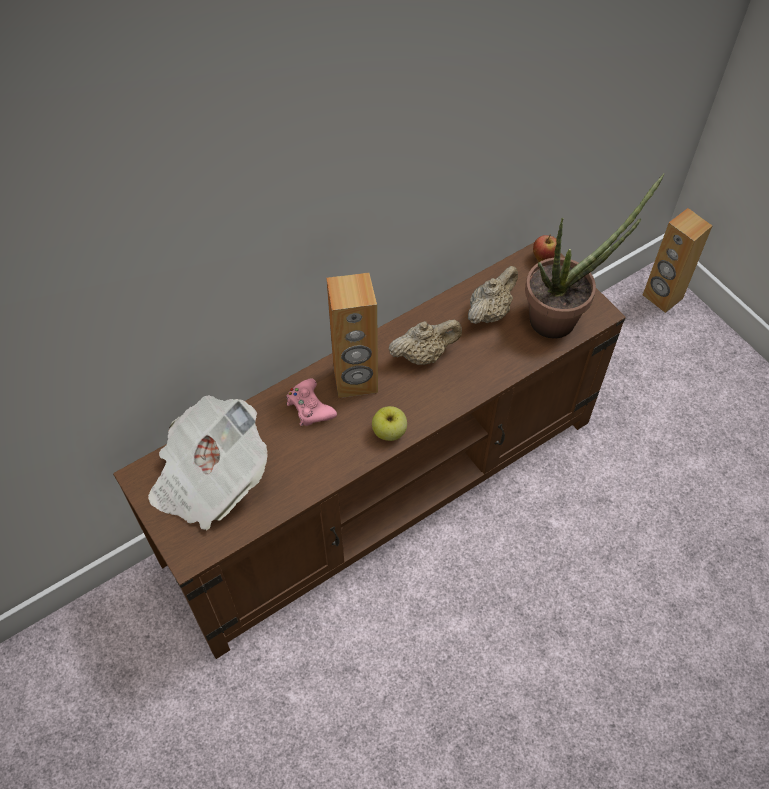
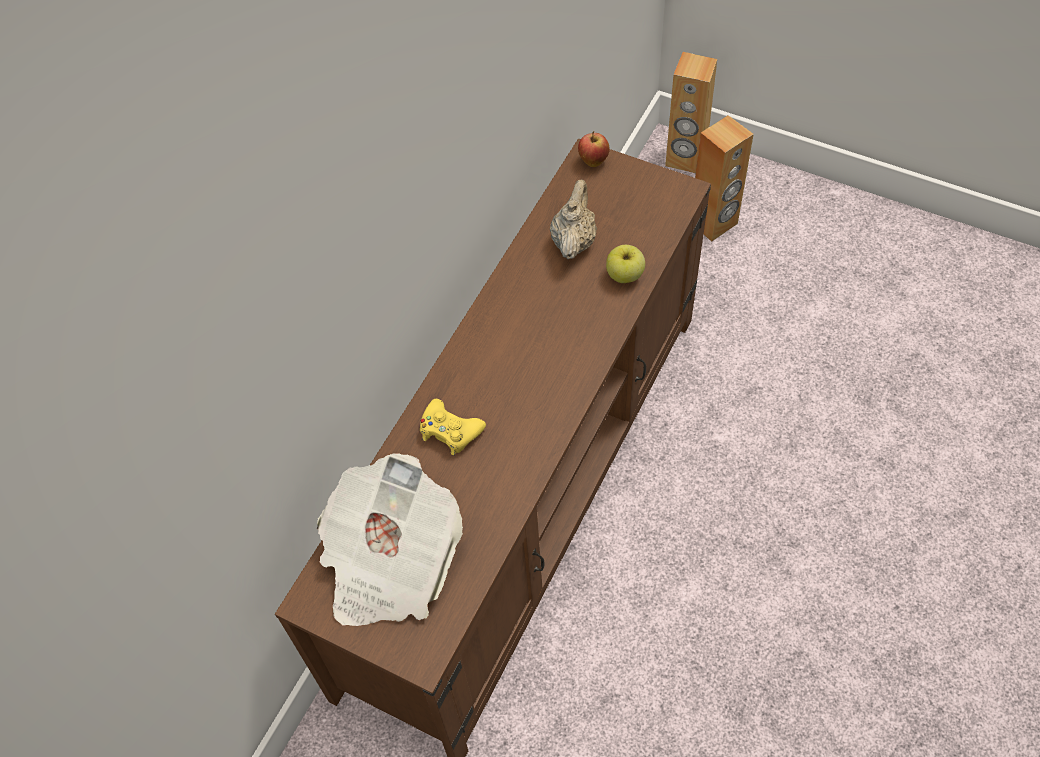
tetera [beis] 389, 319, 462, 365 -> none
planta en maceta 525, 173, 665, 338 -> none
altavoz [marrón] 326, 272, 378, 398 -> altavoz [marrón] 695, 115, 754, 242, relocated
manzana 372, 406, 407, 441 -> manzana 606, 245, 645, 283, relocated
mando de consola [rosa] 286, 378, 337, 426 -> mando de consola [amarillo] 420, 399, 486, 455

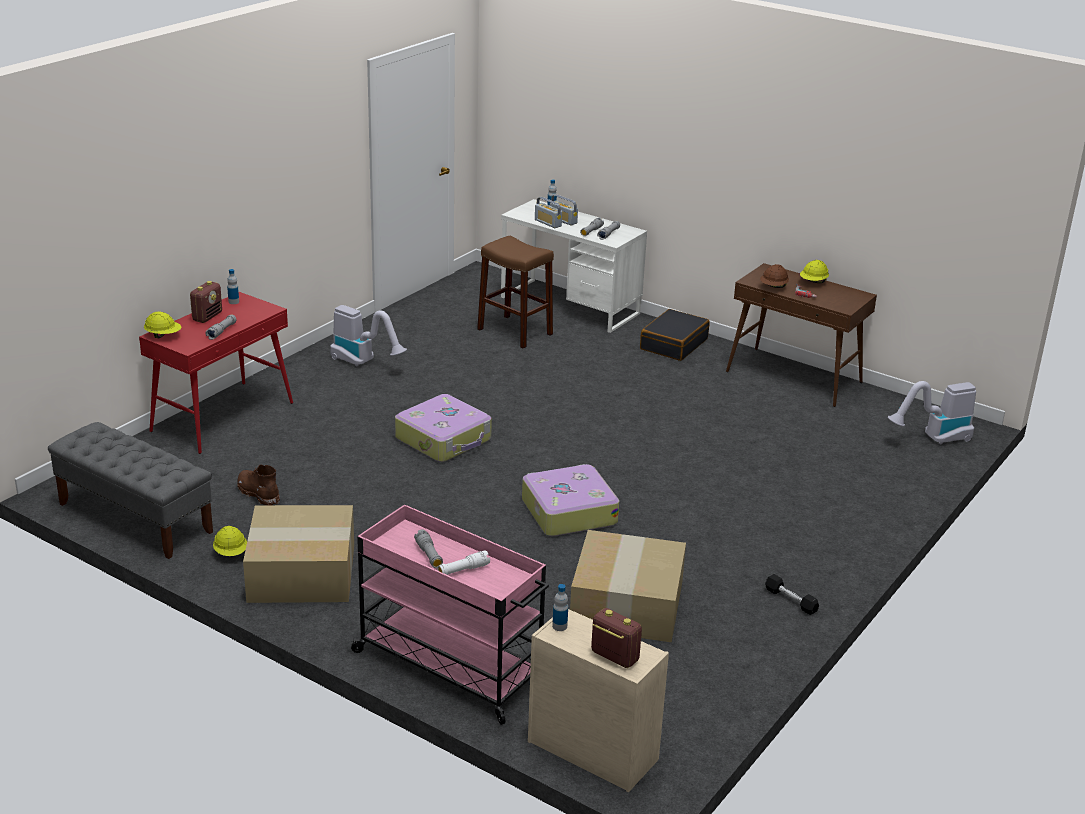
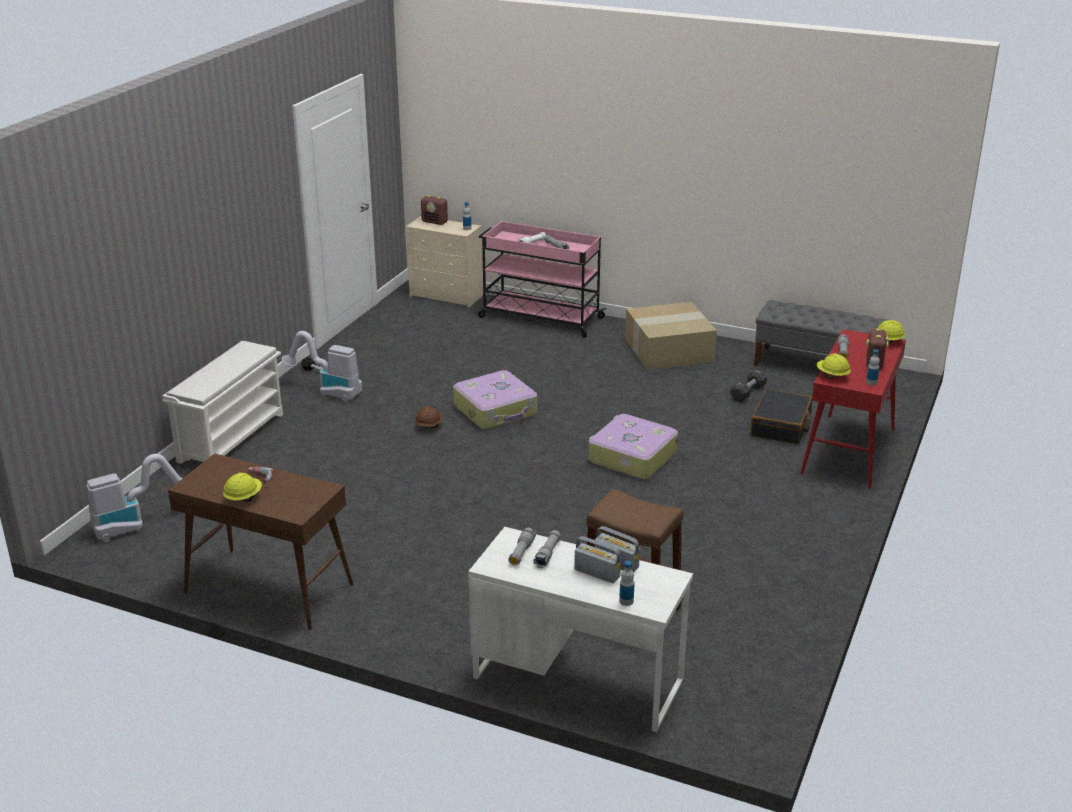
caja de cartón 570, 530, 686, 642 -> none
none -> zapatero [blanco] 162, 341, 283, 464
casco [amarillo] 213, 526, 247, 556 -> casco [amarillo] 817, 354, 851, 379, relocated
aspiradora 330, 305, 407, 367 -> aspiradora 282, 331, 362, 402, relocated
maleta [negro] 640, 309, 710, 361 -> maleta [negro] 750, 389, 812, 444, relocated
casco [marrón] 760, 264, 789, 288 -> casco [marrón] 415, 406, 443, 428, relocated
bota [marrón] 237, 465, 280, 505 -> mancuerna [negro] 730, 369, 767, 402

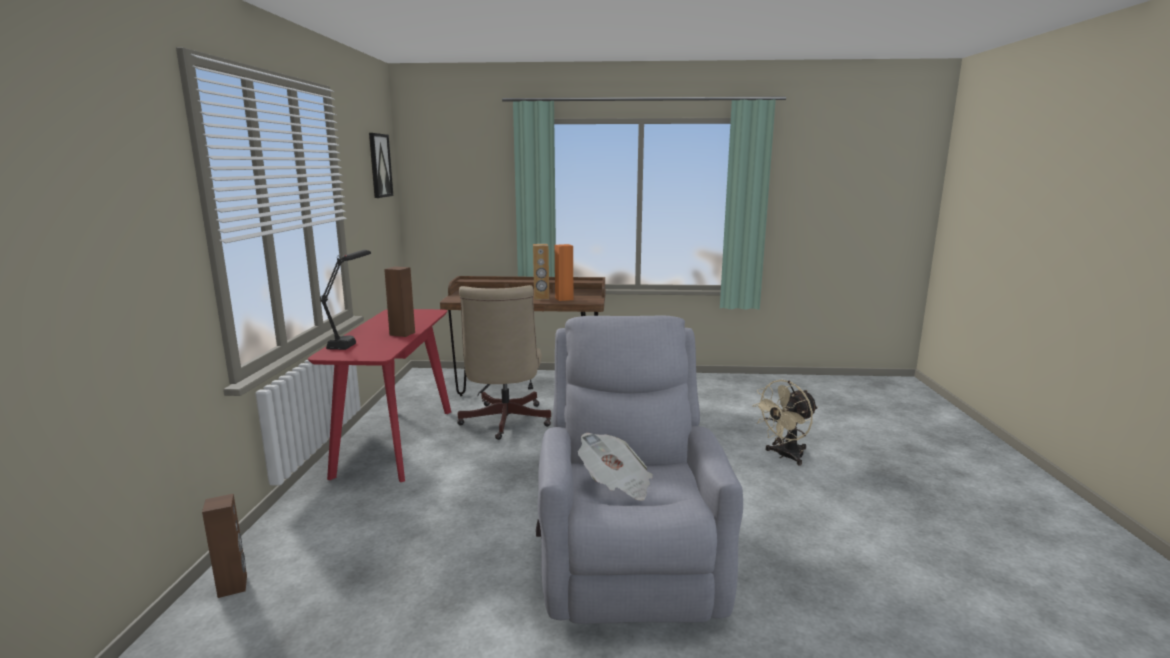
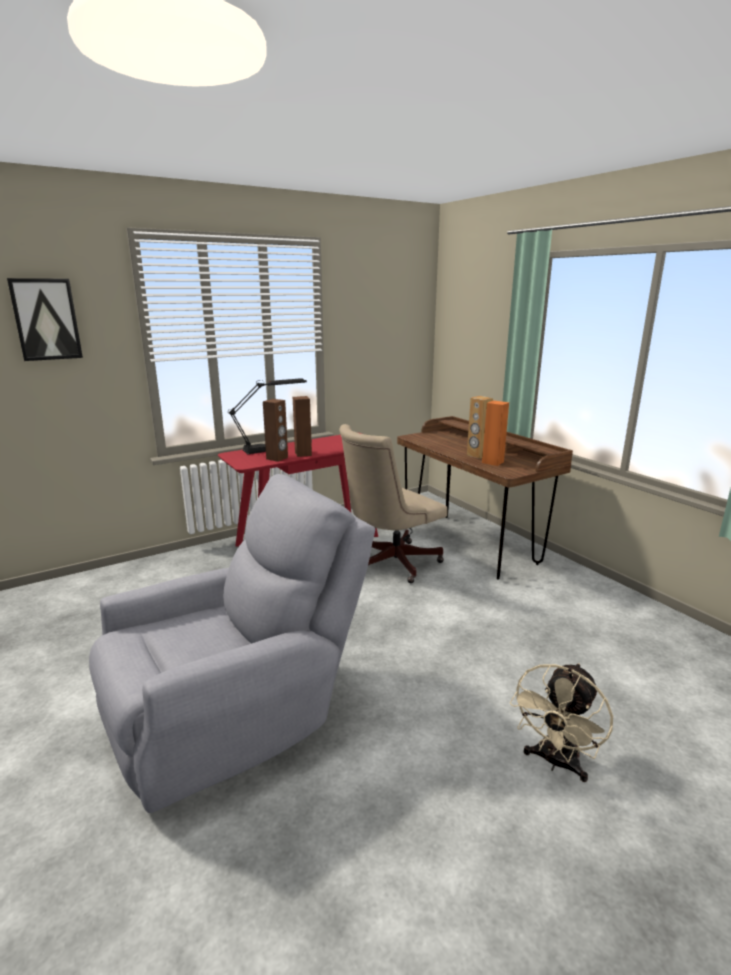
periódico 578, 433, 653, 501 -> none
altavoz [marrón] 202, 494, 247, 598 -> altavoz [marrón] 263, 399, 288, 462, relocated
cuadro 369, 133, 393, 198 -> cuadro 7, 278, 83, 361, relocated
ventilador [beis] 752, 379, 818, 465 -> ventilador [beis] 510, 663, 613, 782, 75 degrees counterclockwise

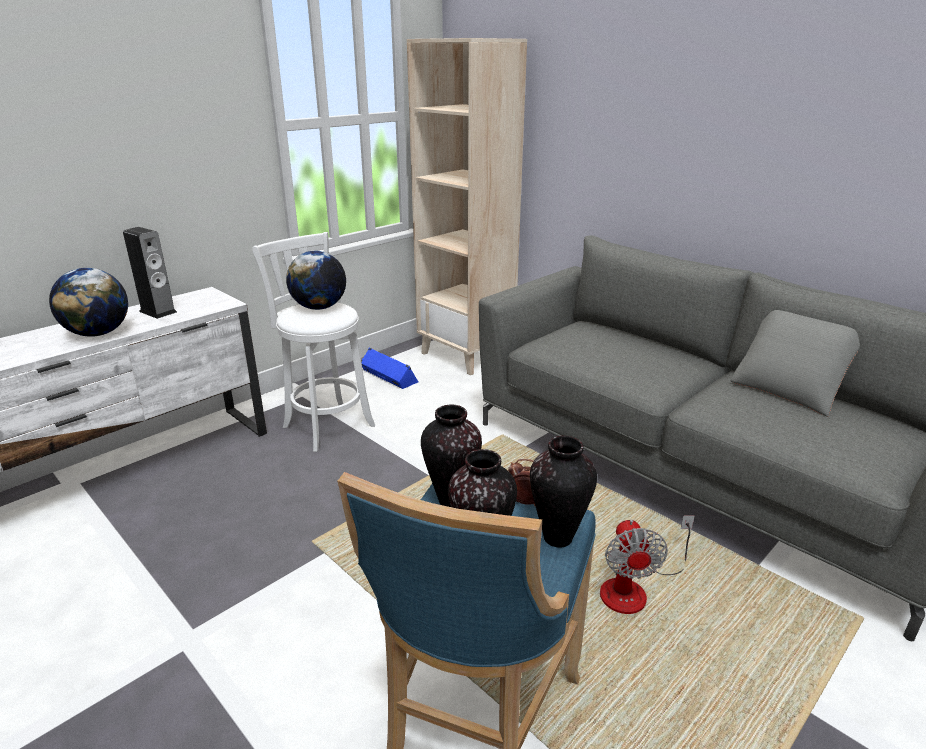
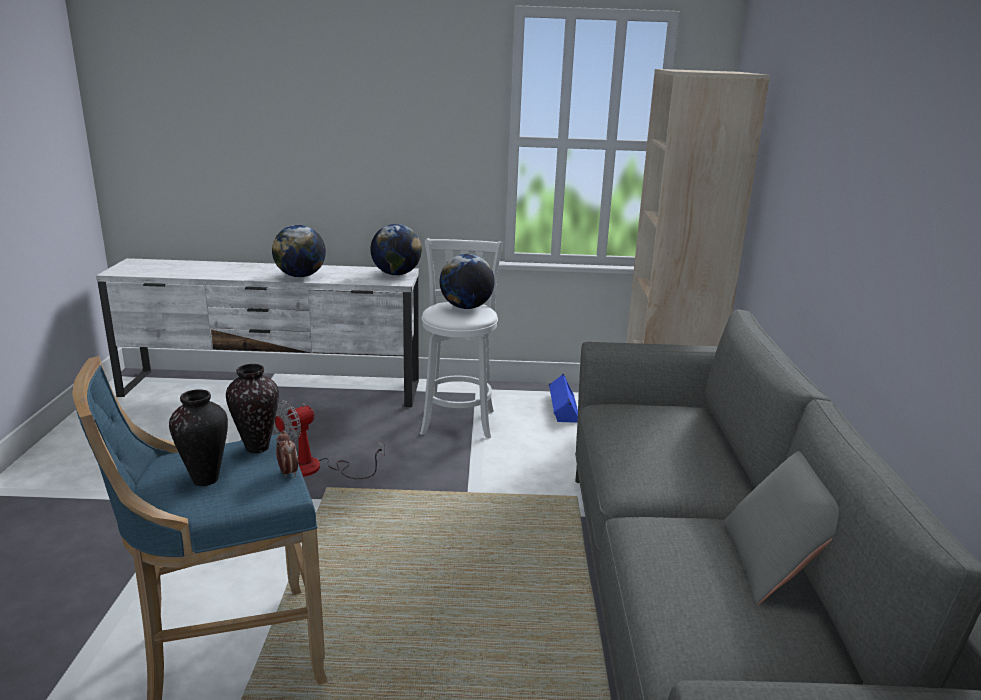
altavoz 123, 227, 177, 319 -> none
florero 530, 436, 597, 548 -> none
none -> globo terráqueo 370, 224, 422, 275
ventilador 600, 515, 695, 614 -> ventilador 274, 400, 384, 479, relocated

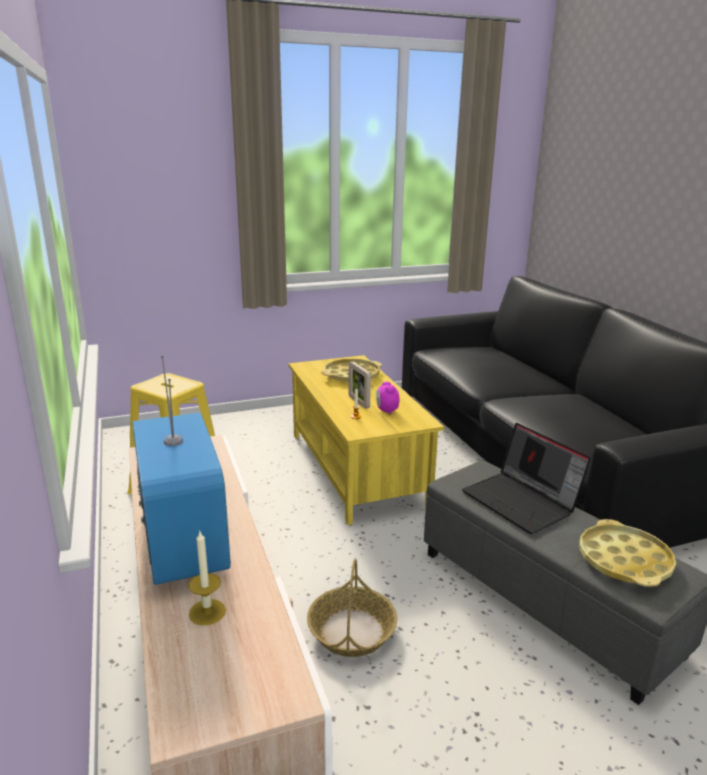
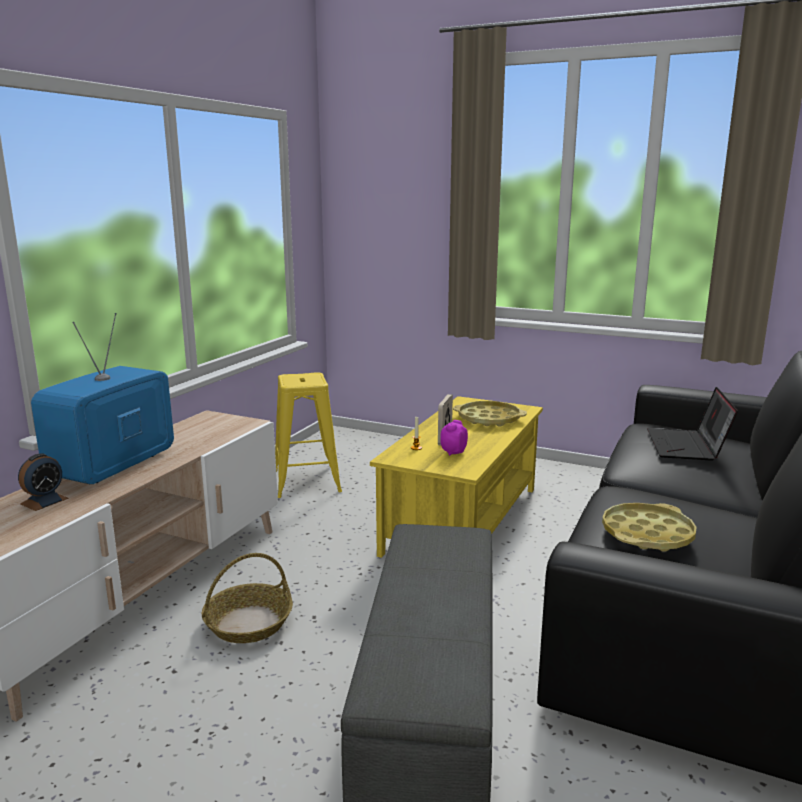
portátil 462, 423, 591, 534 -> portátil 647, 387, 738, 461, relocated
bandeja [amarillo] 579, 519, 676, 587 -> bandeja [amarillo] 602, 503, 697, 552, relocated
vela 189, 531, 226, 625 -> despertador 18, 454, 69, 511

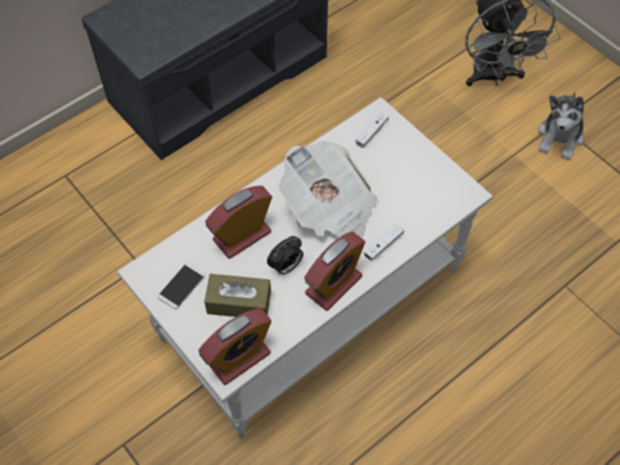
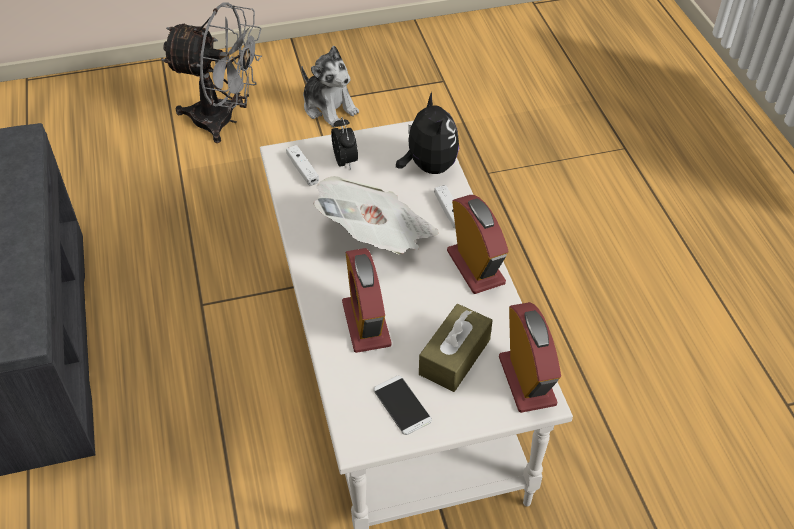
none -> peluche 396, 92, 459, 174
despertador 267, 236, 303, 275 -> despertador 331, 117, 358, 170, relocated

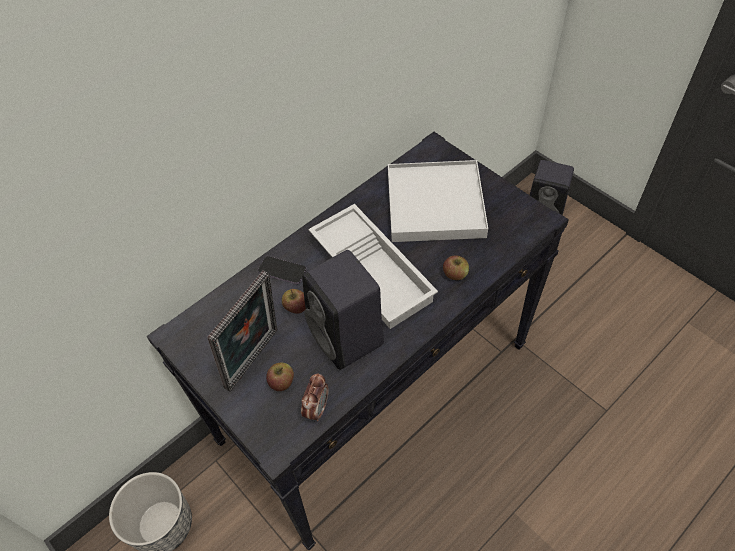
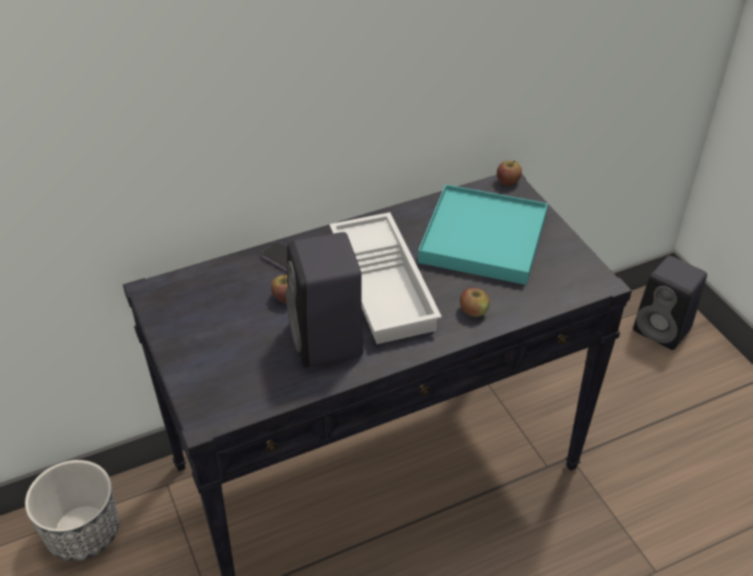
portarretratos 207, 271, 277, 391 -> none
despertador 301, 373, 329, 421 -> none
manzana 266, 363, 294, 391 -> manzana 497, 161, 522, 186, relocated
bandeja [blanco] 388, 160, 488, 242 -> bandeja [turquesa] 418, 184, 548, 285

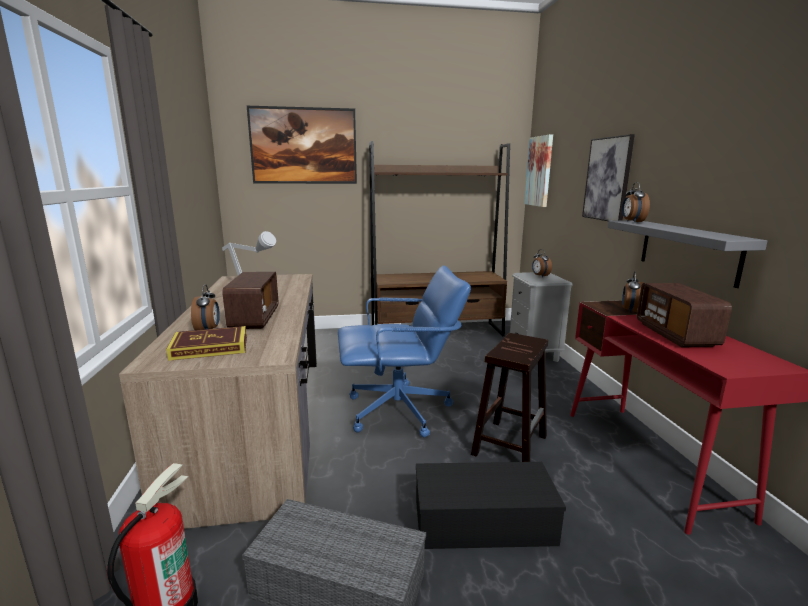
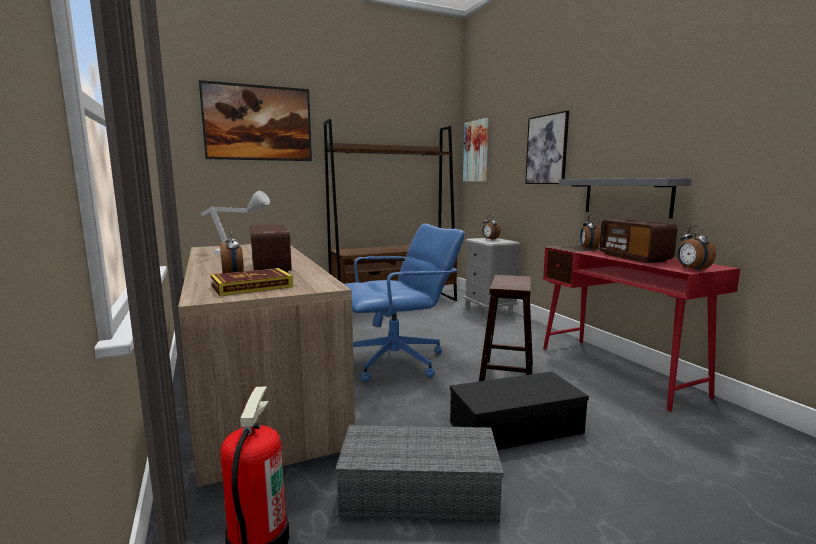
despertador 622, 182, 650, 222 -> despertador 677, 226, 716, 272, relocated

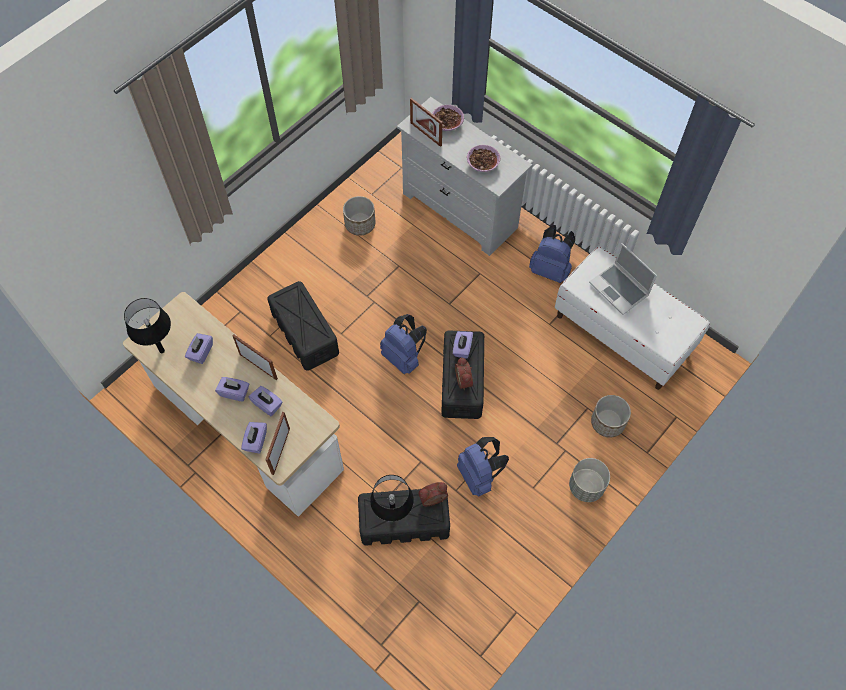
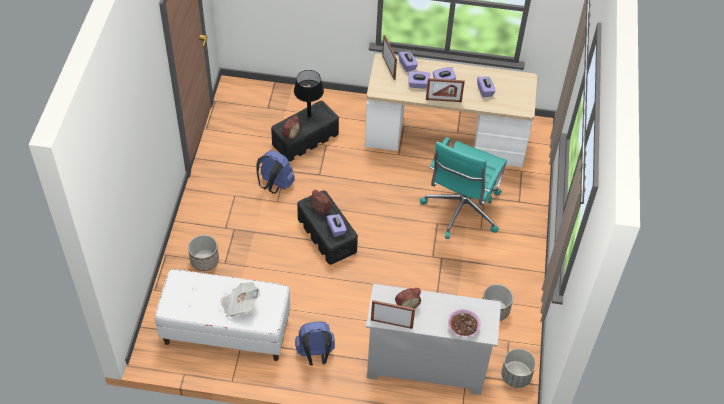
lámpara de mesa [negro] 124, 298, 171, 353 -> none
mochila [azul] 380, 314, 427, 374 -> none
portarretratos 410, 98, 443, 147 -> portarretratos 371, 300, 415, 329, relocated
maceta [gris] 569, 458, 610, 502 -> maceta [gris] 501, 349, 536, 388, relocated
caja de almacenaje [negro] 267, 281, 339, 371 -> silla de oficina [turquesa] 420, 137, 507, 239
cuenco 467, 145, 500, 172 -> despertador 395, 288, 421, 309
portátil 589, 243, 657, 315 -> periódico 220, 282, 260, 317

